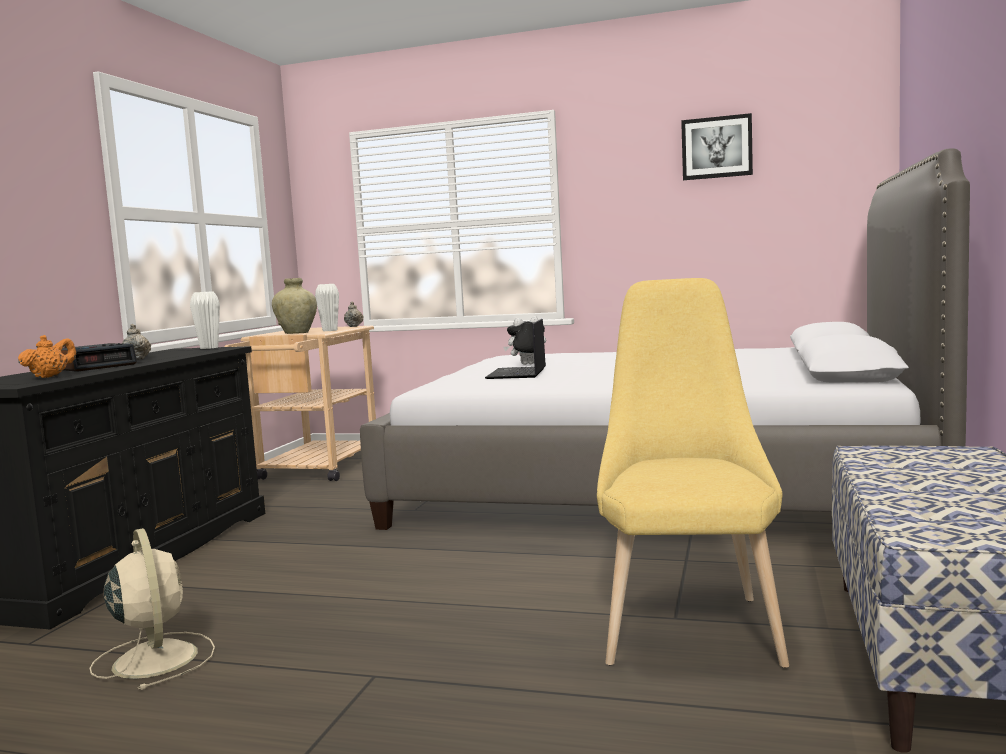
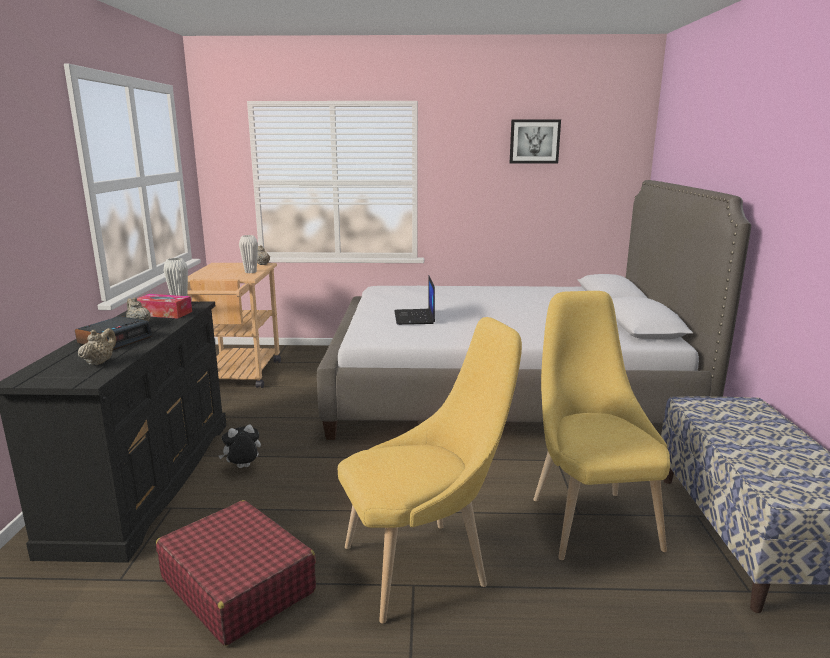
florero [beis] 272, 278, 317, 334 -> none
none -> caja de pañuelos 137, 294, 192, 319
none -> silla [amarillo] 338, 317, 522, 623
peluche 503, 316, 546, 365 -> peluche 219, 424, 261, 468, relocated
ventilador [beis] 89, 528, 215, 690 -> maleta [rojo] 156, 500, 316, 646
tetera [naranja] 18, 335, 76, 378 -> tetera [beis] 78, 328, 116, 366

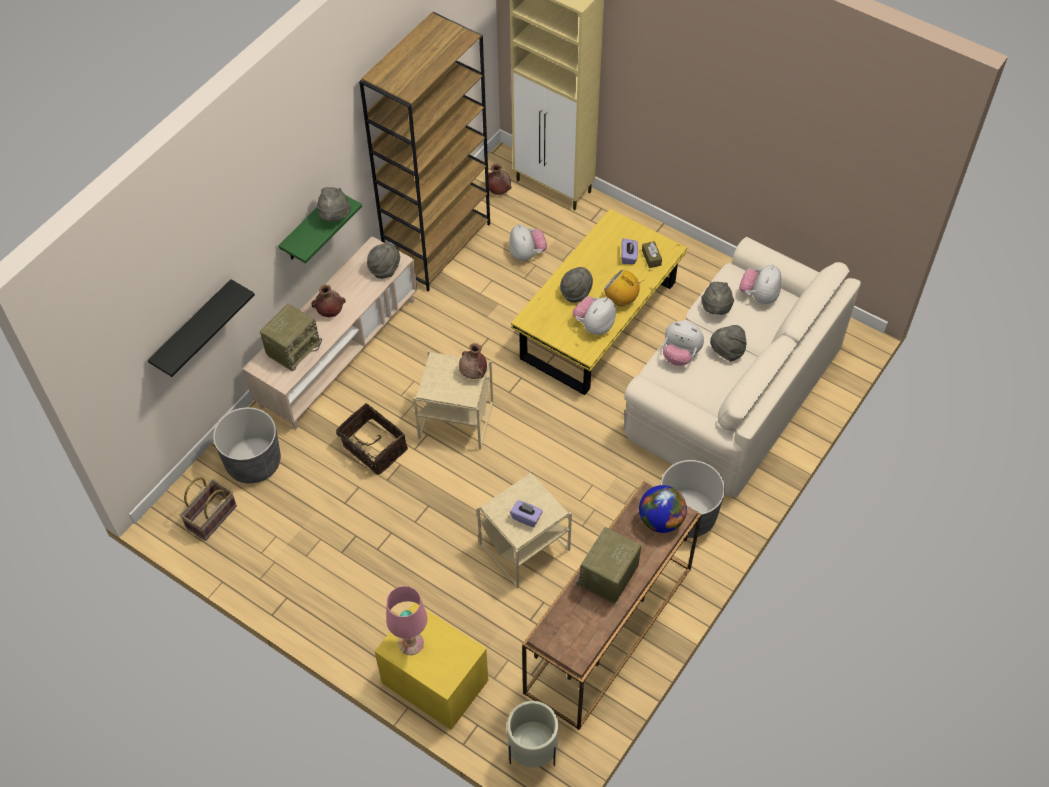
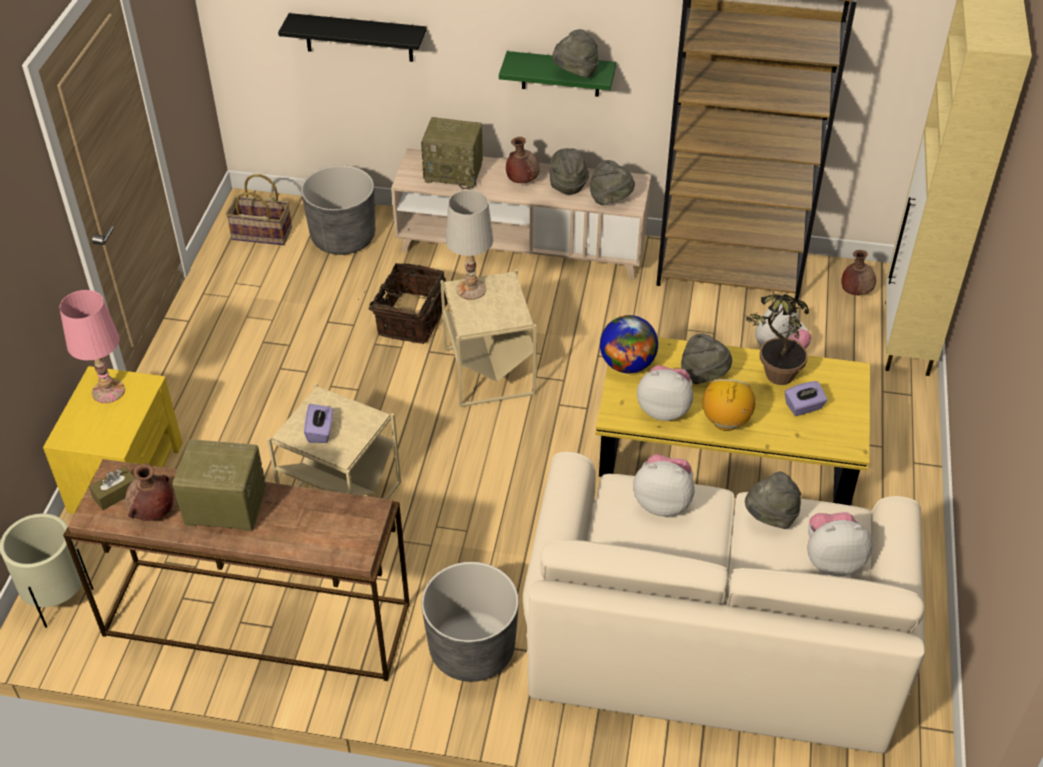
none -> lámpara de mesa [blanco] 446, 190, 493, 300
none -> planta en maceta 744, 294, 809, 385
florero [marrón] 459, 343, 487, 379 -> florero [marrón] 126, 463, 173, 521, relocated
globo terráqueo 639, 485, 687, 533 -> globo terráqueo 600, 315, 658, 373, relocated
caja de pañuelos [marrón] 642, 241, 662, 268 -> caja de pañuelos [marrón] 89, 466, 136, 510, relocated
sombrero [gris] 710, 325, 746, 362 -> sombrero [gris] 550, 148, 589, 195, relocated
peluche 663, 321, 704, 366 -> peluche 633, 454, 695, 516, 105 degrees clockwise

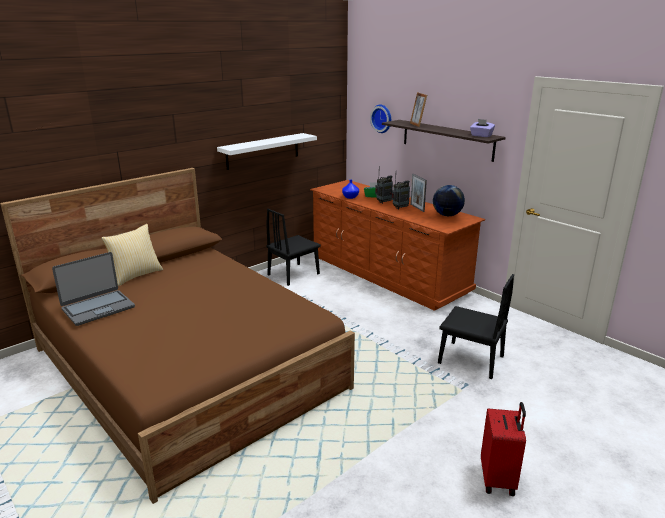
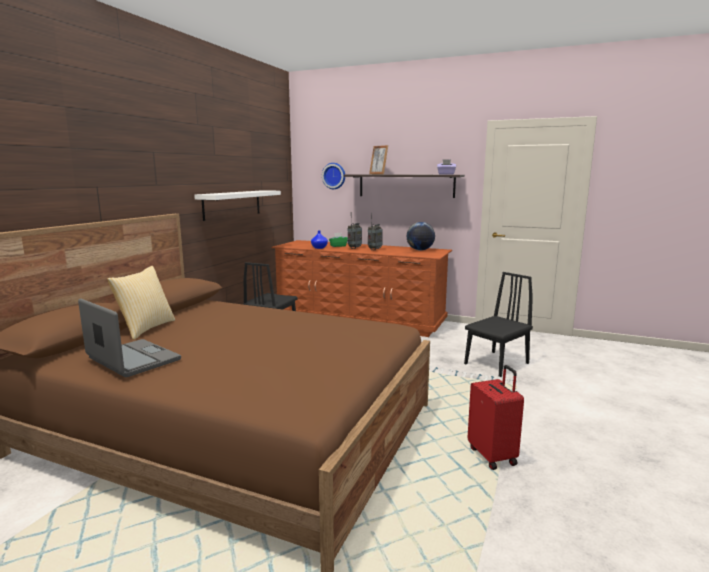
portarretratos 410, 174, 427, 212 -> none
maleta [rojo] 481, 402, 526, 496 -> maleta [rojo] 468, 365, 524, 470, relocated
portátil 52, 252, 135, 326 -> portátil 78, 299, 181, 377, 75 degrees counterclockwise
silla [negro] 438, 274, 514, 379 -> silla [negro] 464, 272, 533, 377, 45 degrees counterclockwise

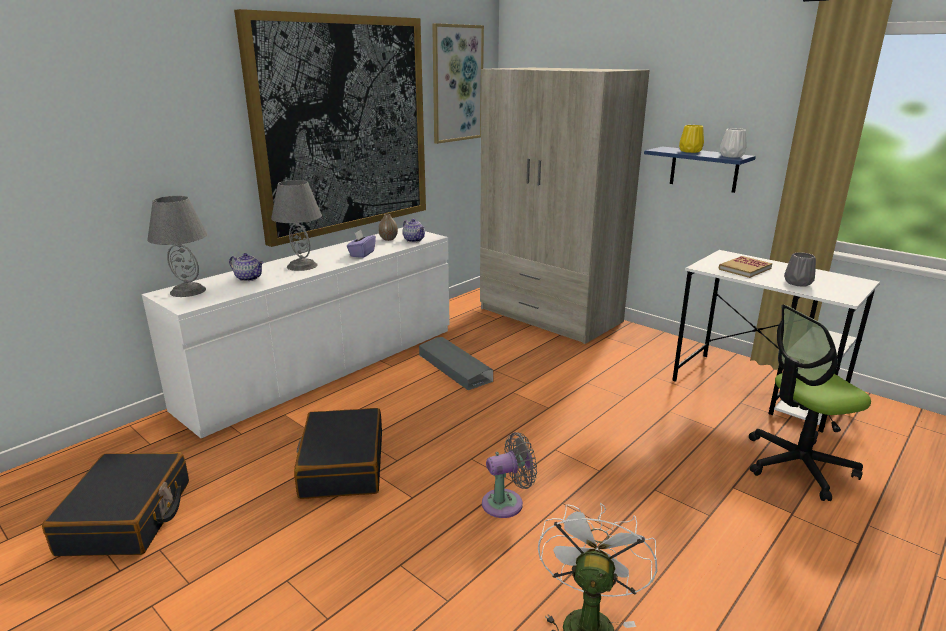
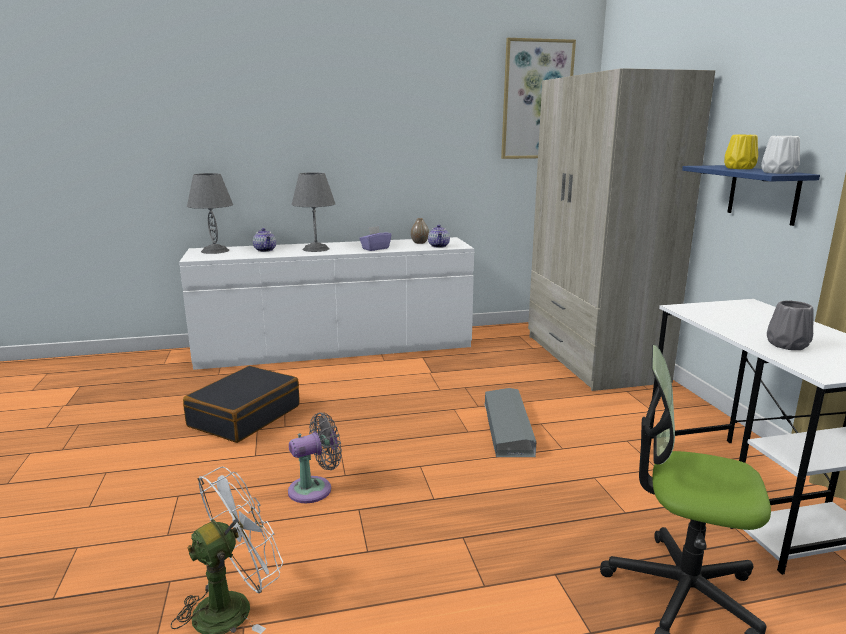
maleta [negro] 42, 452, 189, 556 -> none
cuadro 234, 9, 426, 247 -> none
libro 718, 256, 772, 278 -> none
caja de almacenaje [gris] 419, 337, 493, 390 -> caja de almacenaje [gris] 484, 388, 536, 457, relocated
ventilador [gris] 482, 432, 537, 518 -> ventilador [gris] 288, 412, 342, 503, 45 degrees counterclockwise

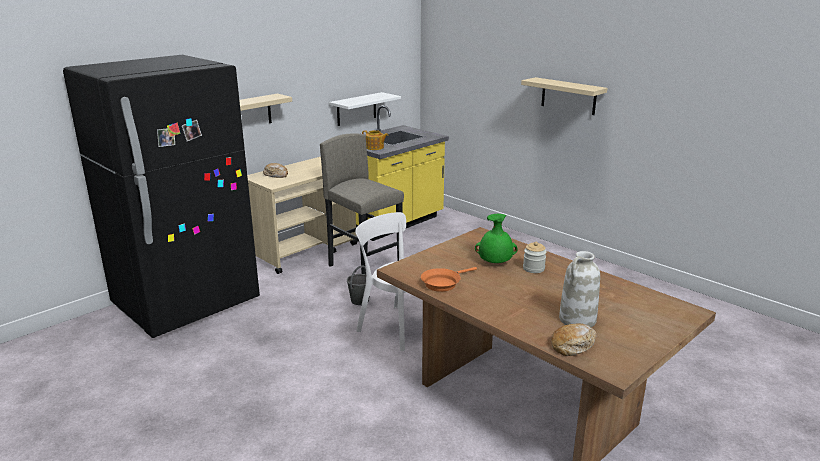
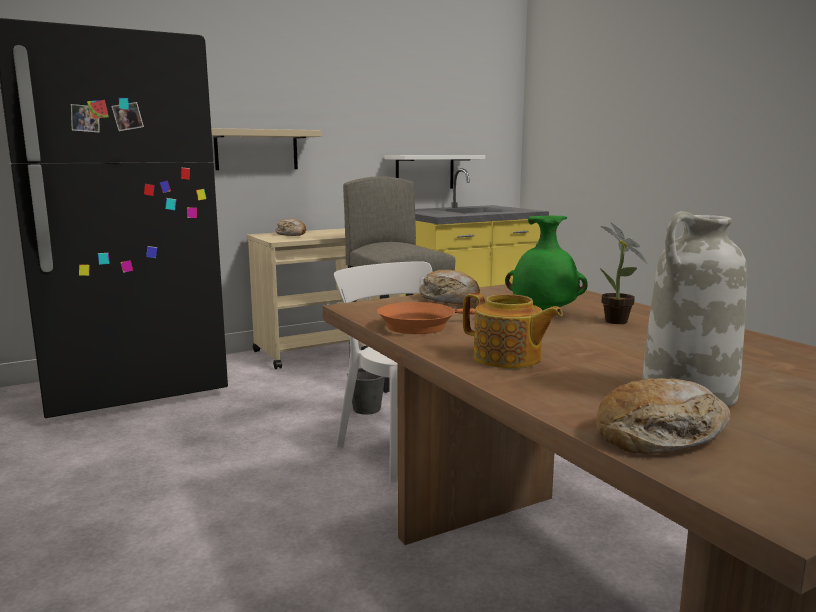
estante [beis] 521, 77, 607, 115 -> none
none -> pan 419, 270, 480, 304
tetera 362, 130, 388, 150 -> tetera 463, 293, 563, 369, relocated
tarro 523, 242, 547, 273 -> planta en maceta 600, 222, 648, 324

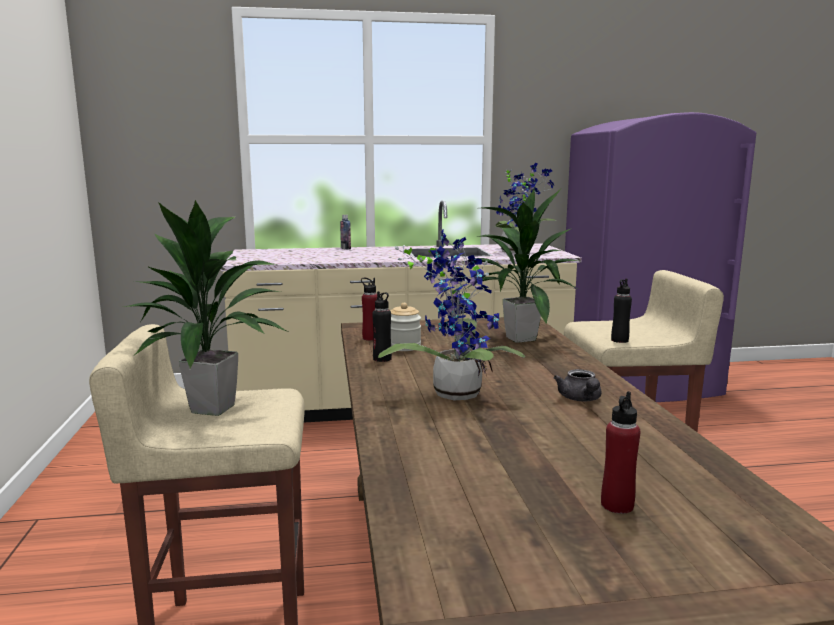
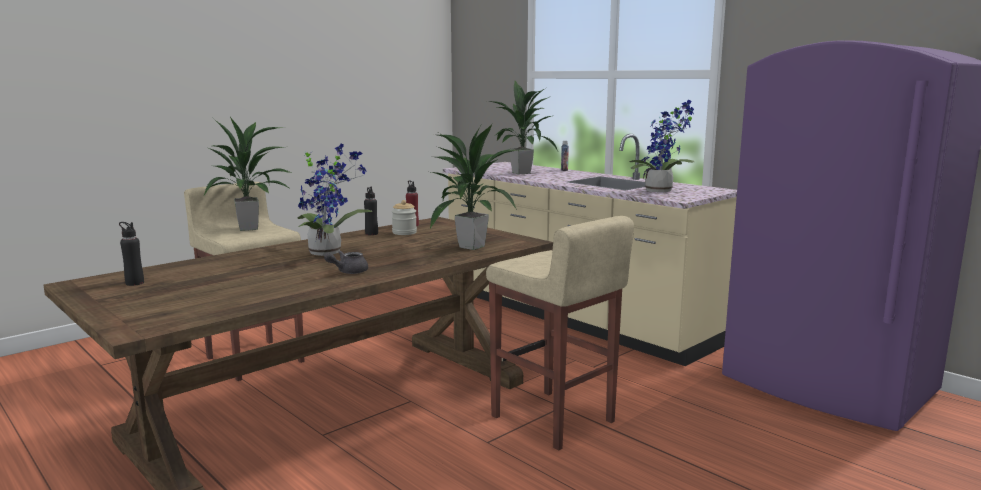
botella [rojo] 601, 391, 640, 514 -> none
none -> planta en maceta 487, 81, 558, 174
botella [negro] 611, 278, 632, 343 -> botella [negro] 119, 222, 144, 286, relocated

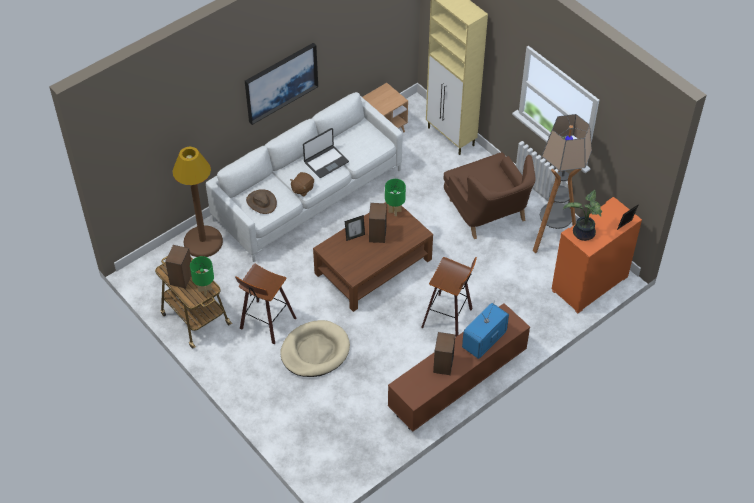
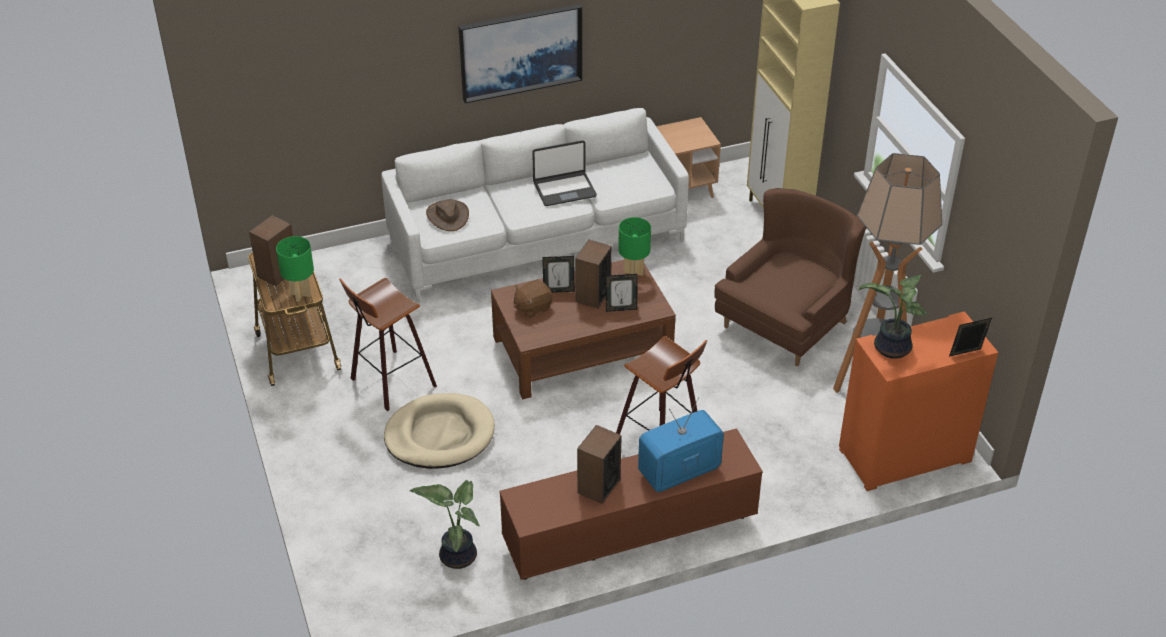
lámpara de pie [marrón] 172, 147, 223, 257 -> none
none -> planta en maceta 409, 480, 480, 569
none -> portarretratos 606, 274, 638, 312
peluche [marrón] 290, 172, 314, 197 -> peluche [marrón] 514, 280, 553, 318, relocated
sillón [marrón] 444, 152, 536, 239 -> sillón [marrón] 714, 188, 866, 366, 135 degrees counterclockwise

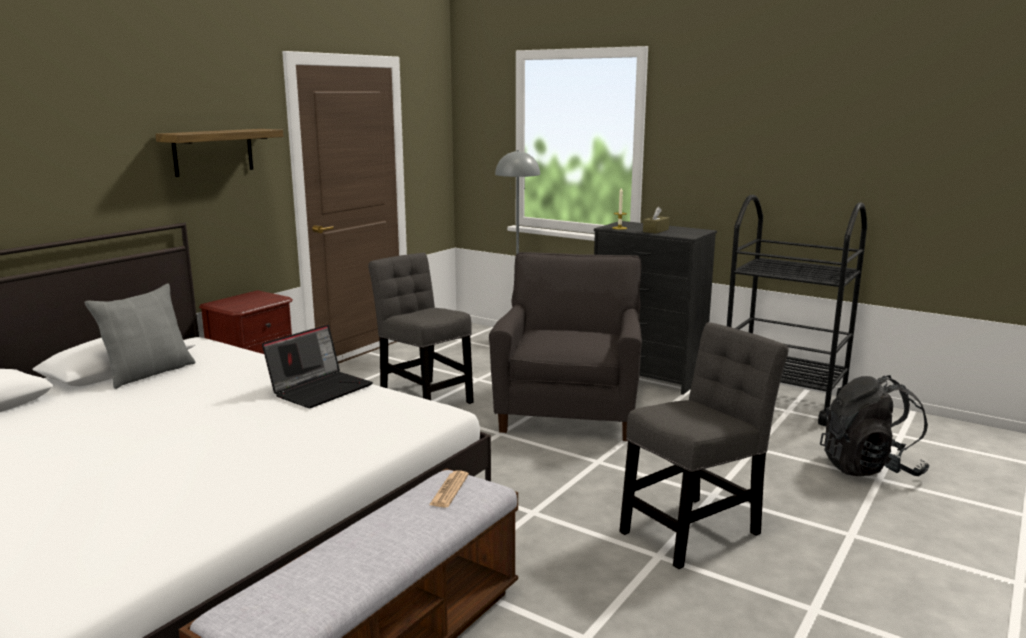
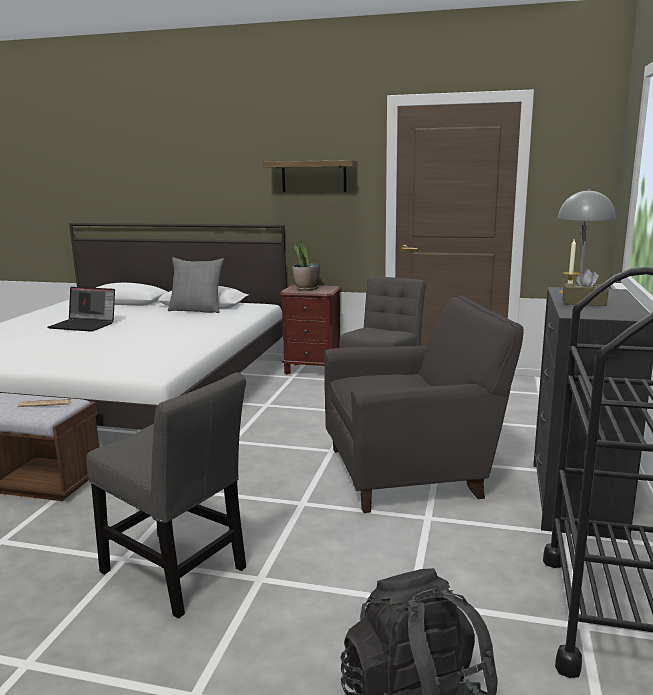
none -> planta en maceta 293, 240, 320, 291
portátil 262, 325, 373, 408 -> portátil 48, 287, 115, 332, relocated

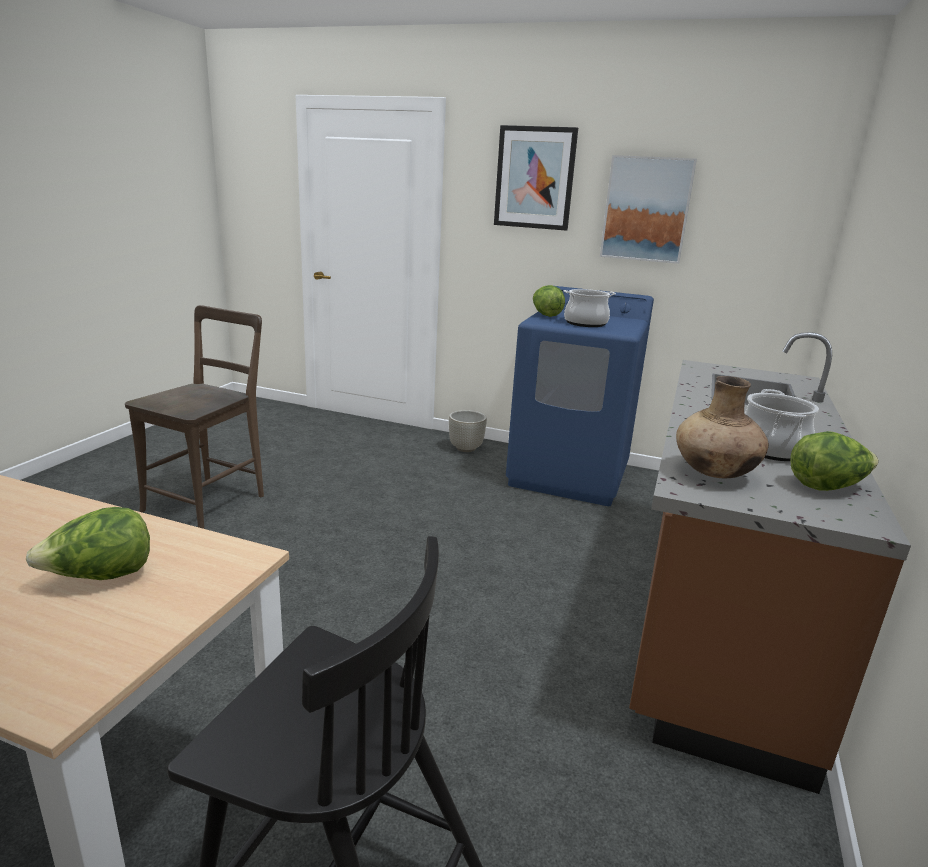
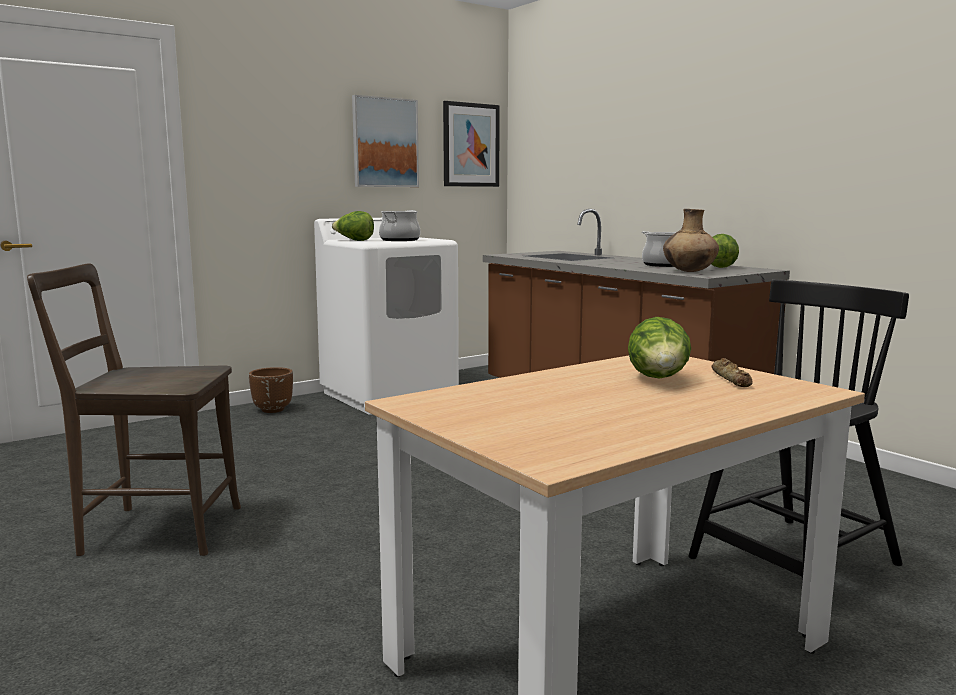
none -> pan 711, 358, 753, 387
cuadro 494, 125, 578, 231 -> cuadro 443, 101, 500, 187, relocated
maceta [gris] 449, 410, 487, 452 -> maceta [marrón] 249, 367, 293, 413
lavadora [azul] 506, 286, 654, 506 -> lavadora [blanco] 314, 218, 459, 415
silla [marrón] 125, 305, 264, 529 -> silla [marrón] 27, 263, 241, 556, 60 degrees counterclockwise

